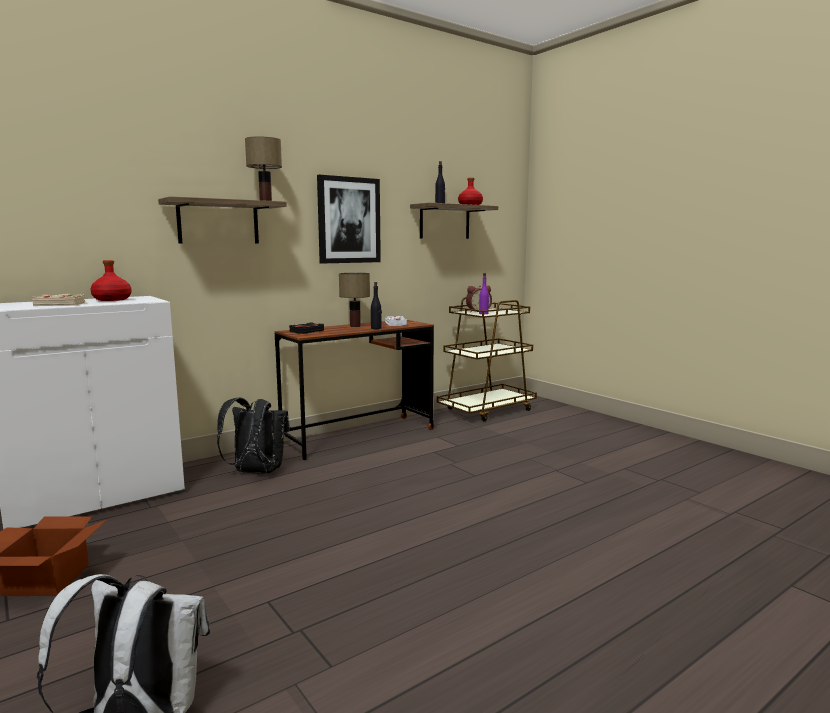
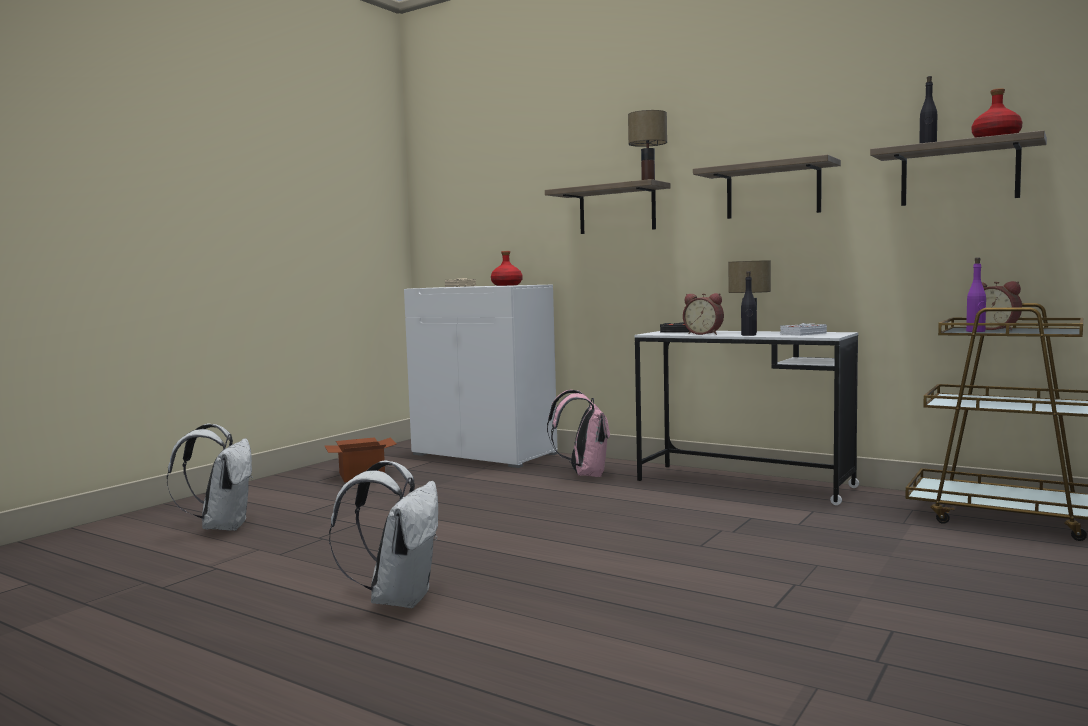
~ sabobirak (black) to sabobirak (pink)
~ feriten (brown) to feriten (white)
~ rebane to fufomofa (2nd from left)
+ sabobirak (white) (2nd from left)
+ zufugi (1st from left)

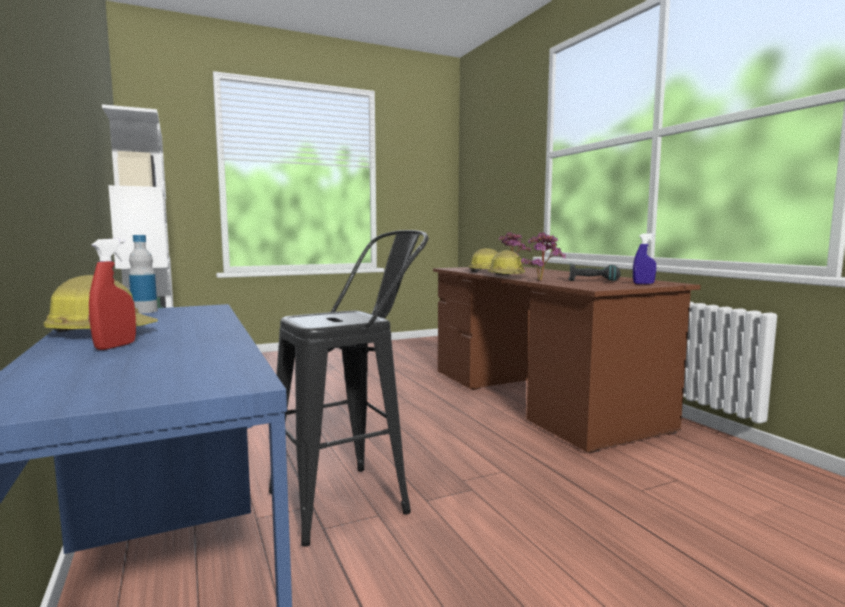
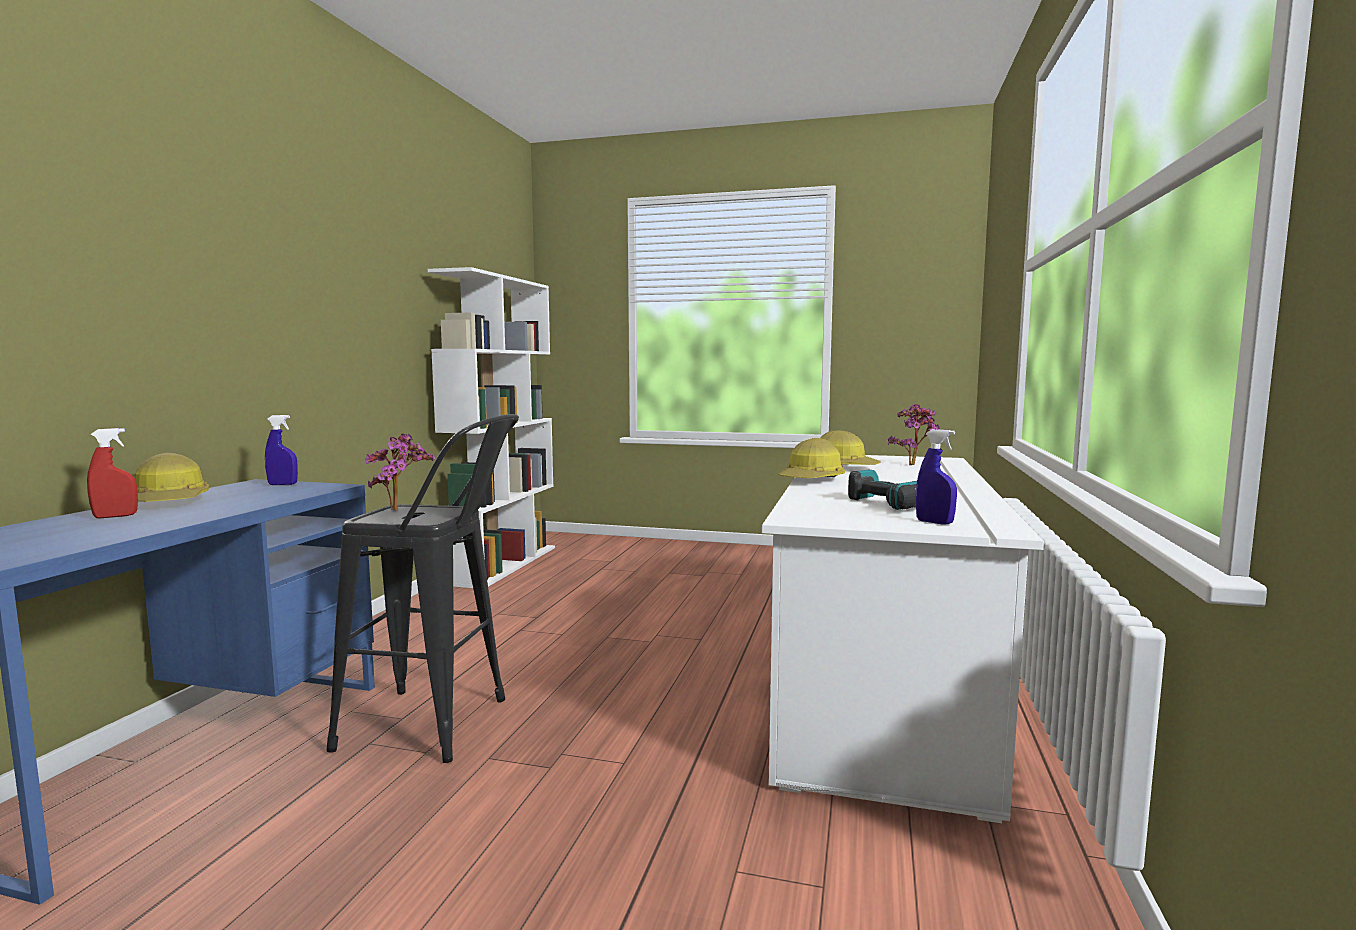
~ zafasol to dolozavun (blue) (1st from left)
~ feriten (brown) to feriten (white)
~ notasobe (2nd from left in the first image) to notasobe (1st from left)

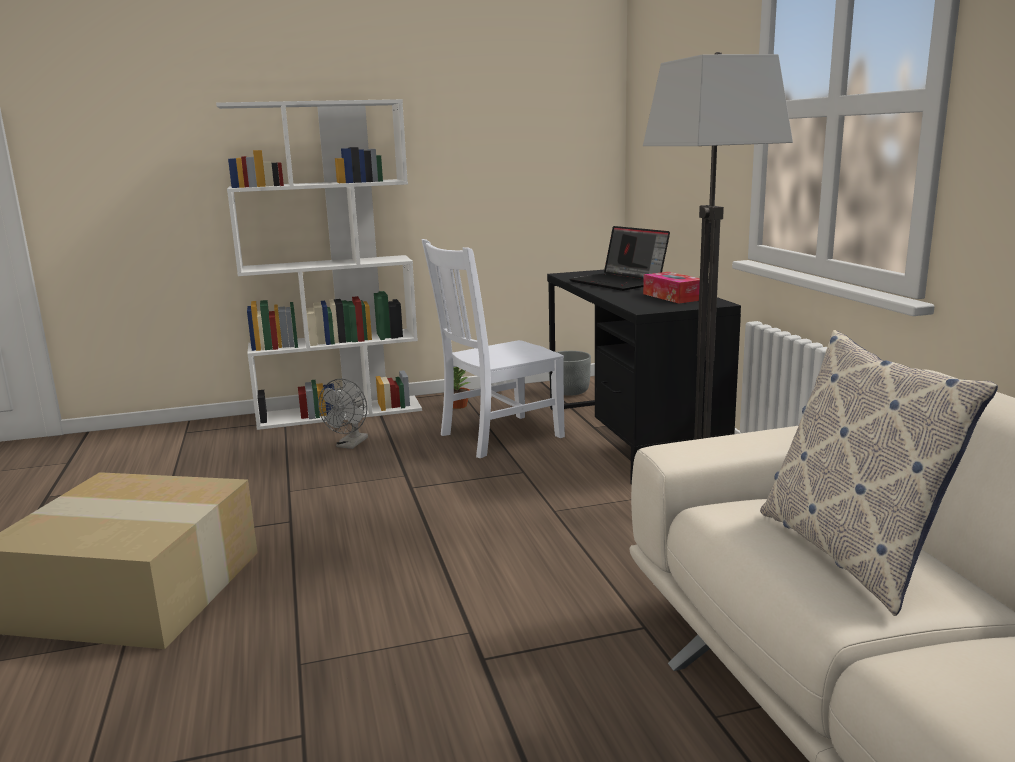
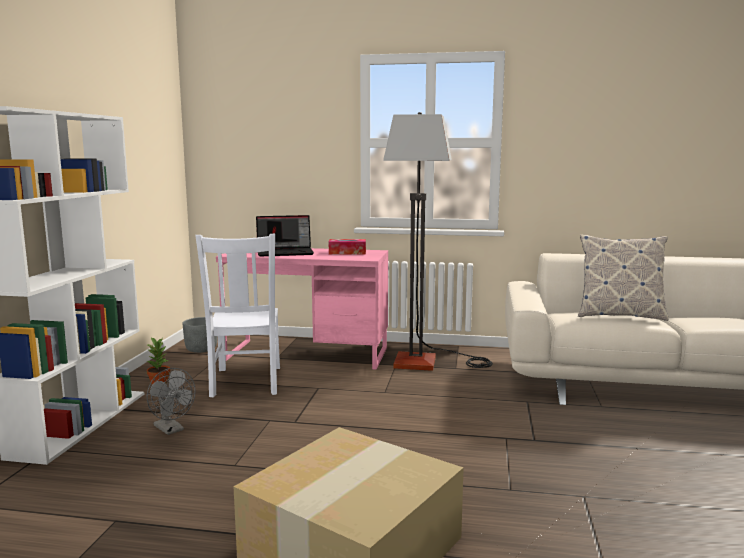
~ feriten (black) to feriten (pink)

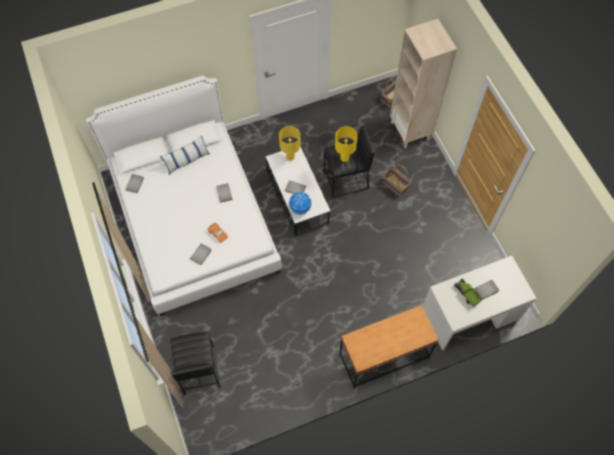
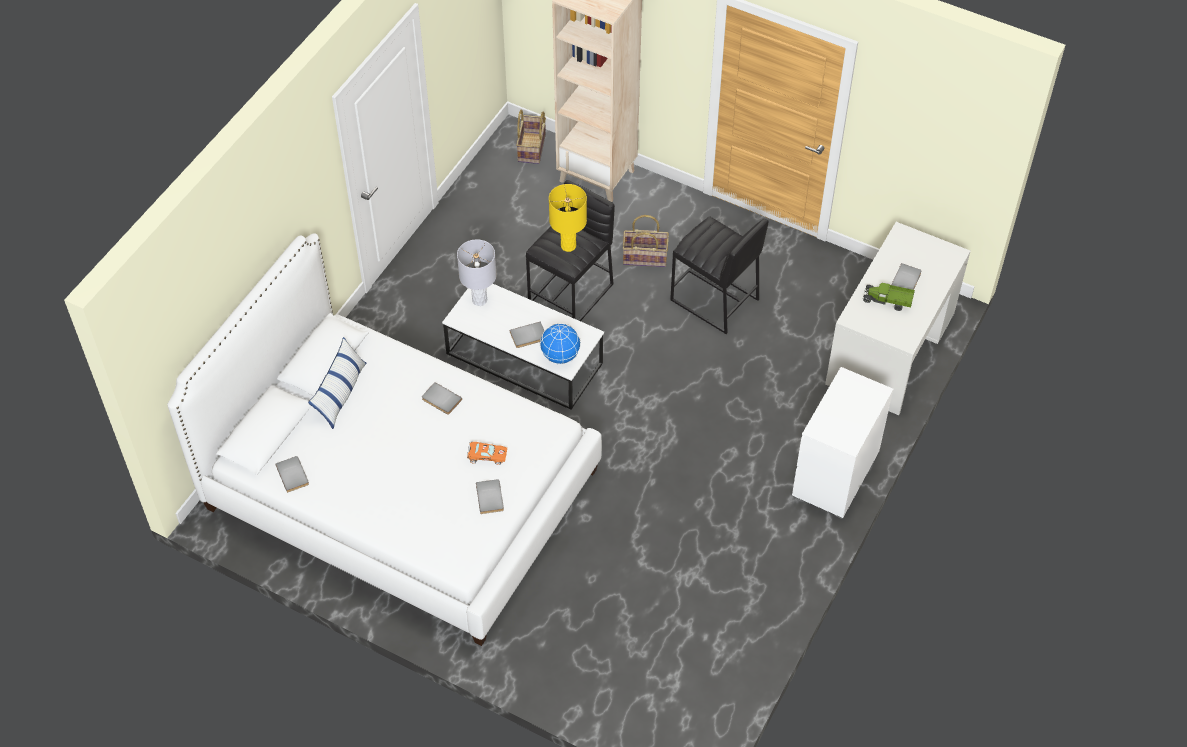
~ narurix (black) (1st from left in the first image) to narurix (black) (2nd from left)
~ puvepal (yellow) (1st from left) to puvepal (grey)
~ feriten (brown) to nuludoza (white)

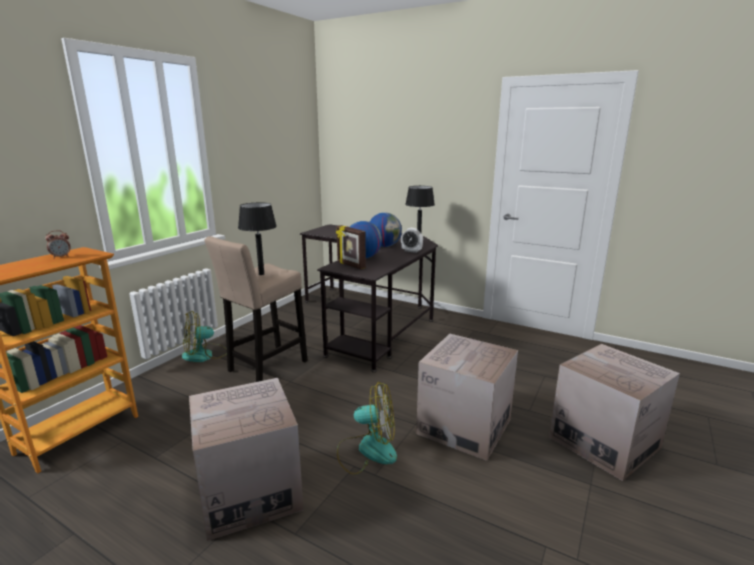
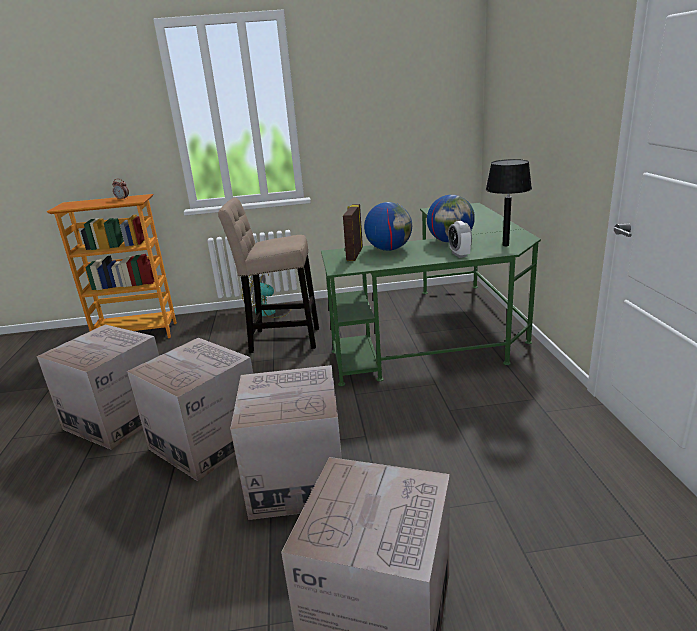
- puvepal (black) (1st from left)
~ feriten (black) to feriten (green)
~ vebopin (2nd from left) to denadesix (2nd from left)

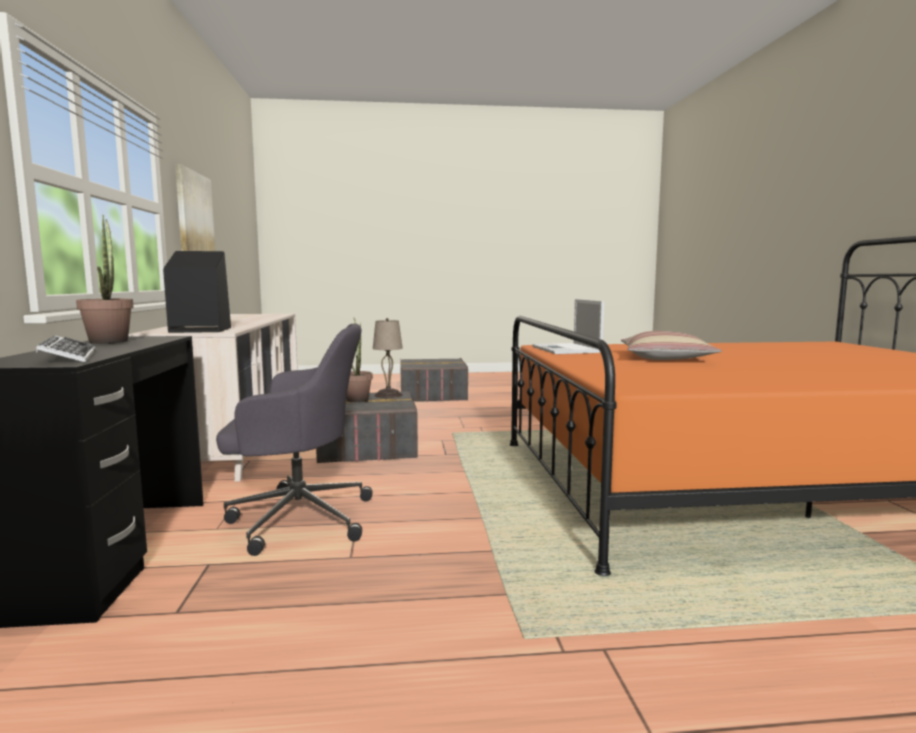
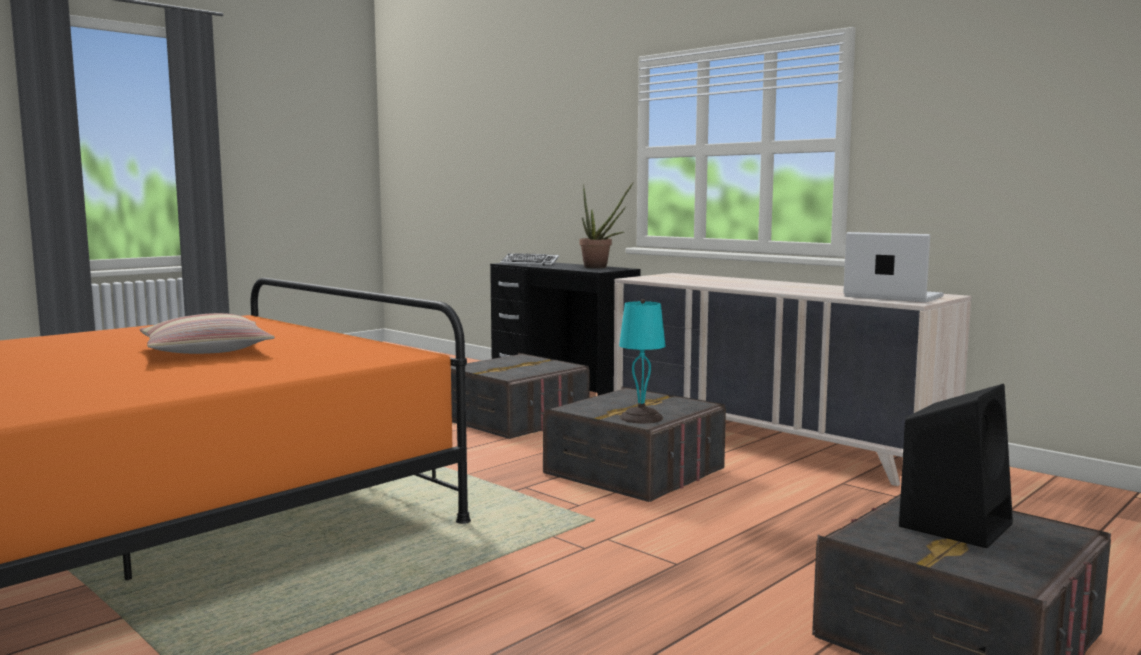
~ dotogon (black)
- rebane
~ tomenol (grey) to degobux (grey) (1st from left)
- notasobe (2nd from left)
~ puvepal (beige) to puvepal (turquoise)
~ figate

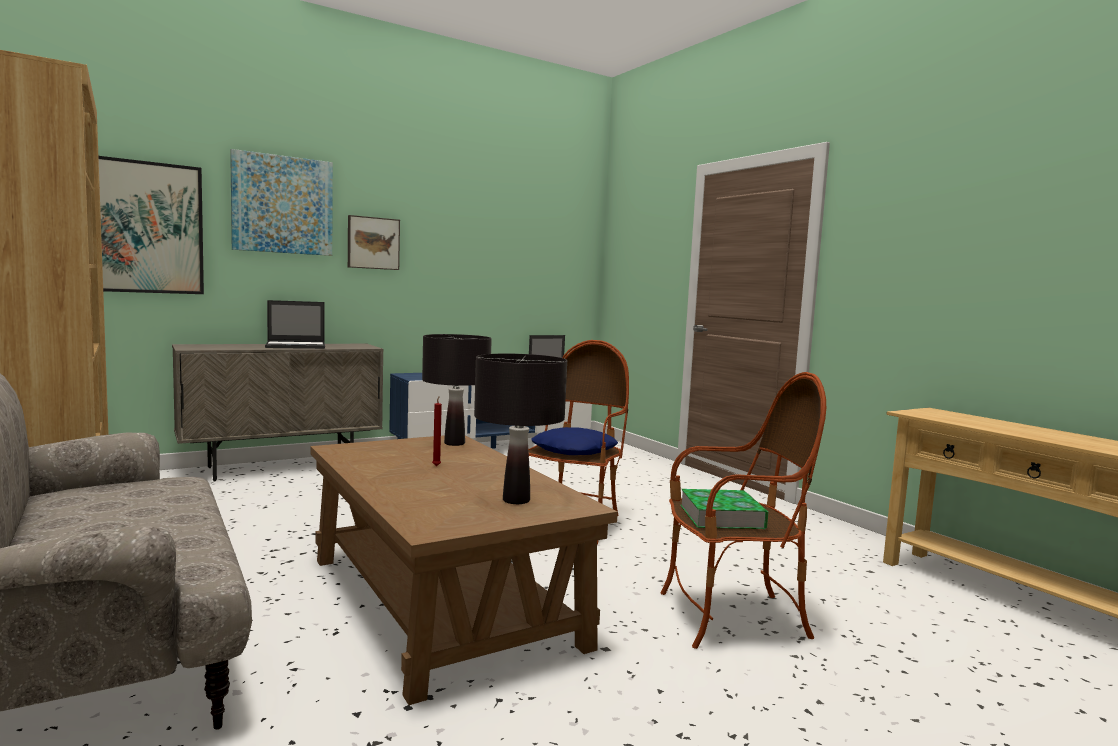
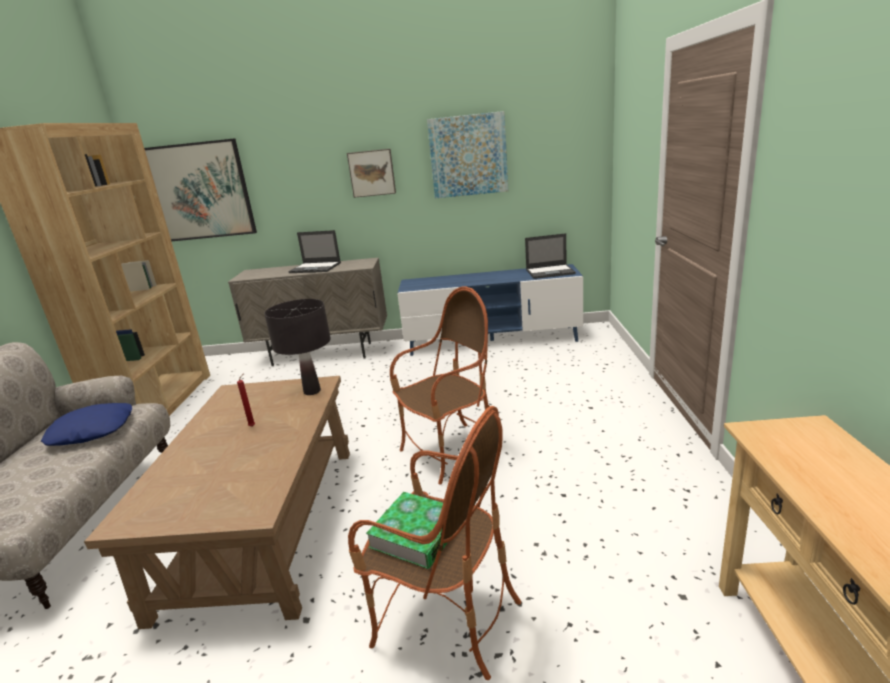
~ rebane (2nd from left in the first image) to rebane (3rd from left)
- puvepal (black) (2nd from left)
~ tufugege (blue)

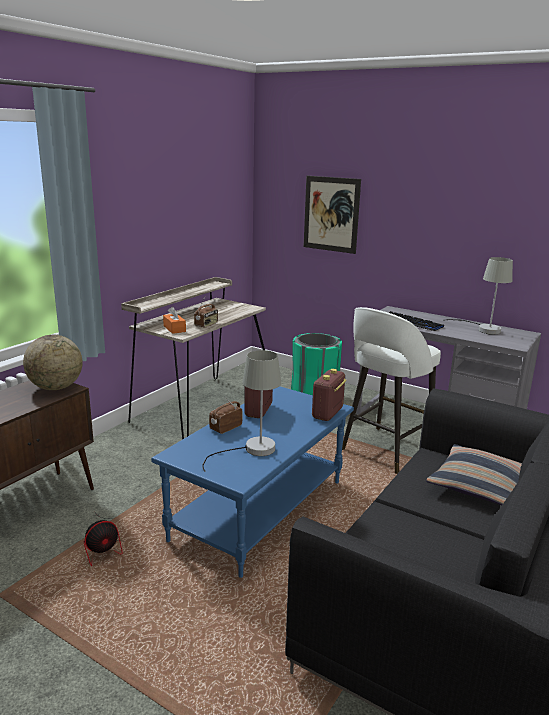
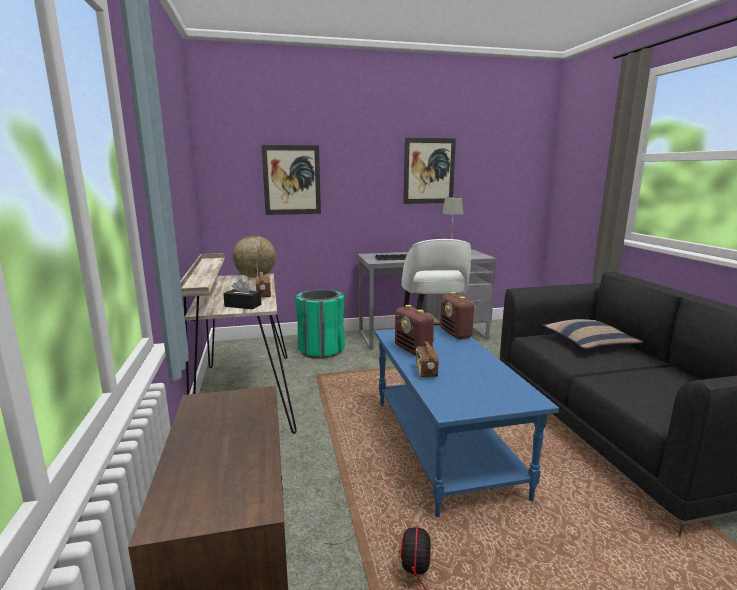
~ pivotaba
~ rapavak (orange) to rapavak (black)
- puvepal (grey) (1st from left)
+ rebane (2nd from left)

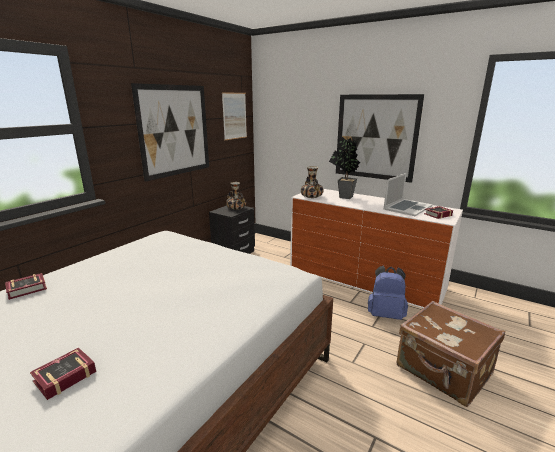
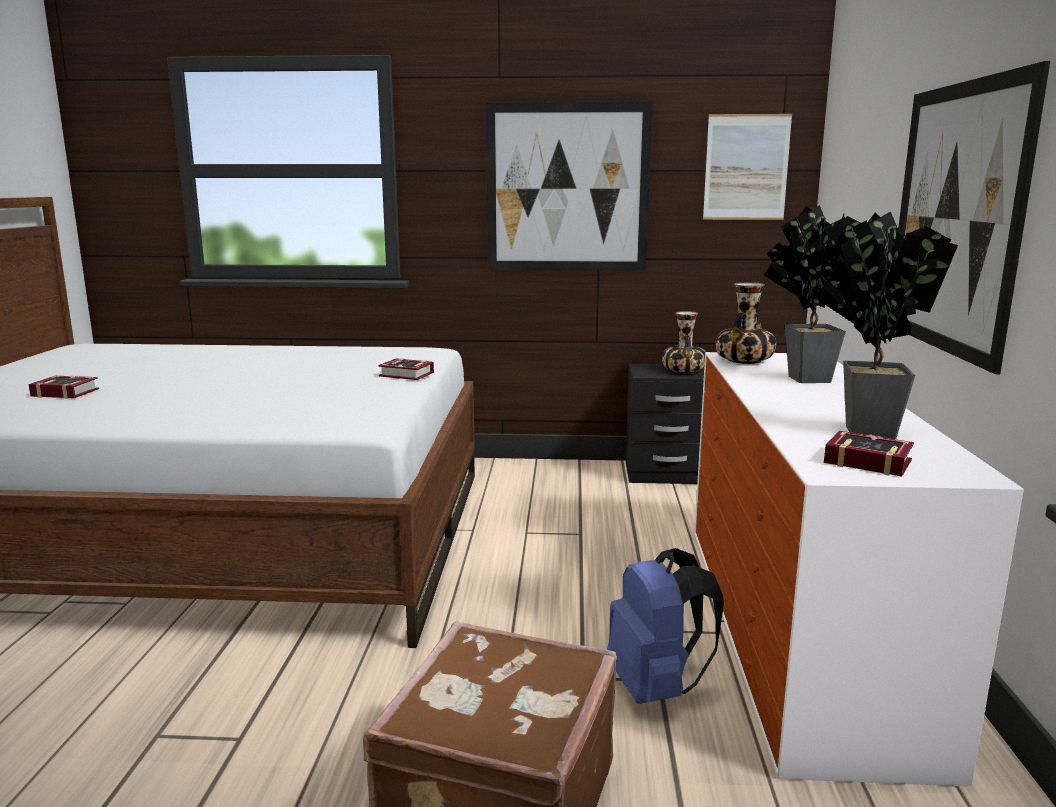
~ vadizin (1st from left in the first image) to vadizin (2nd from left)
~ figate to notasobe (2nd from left)

